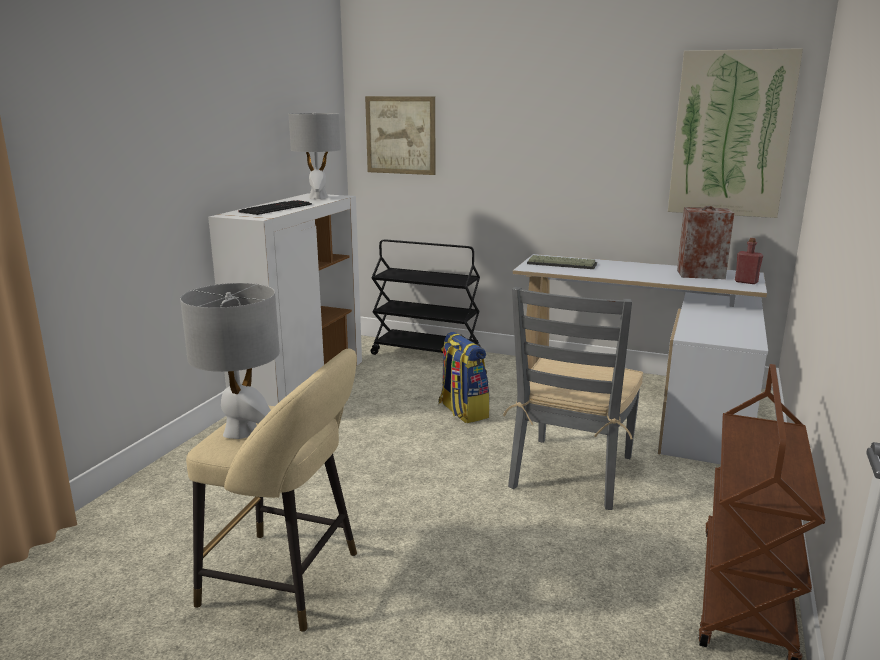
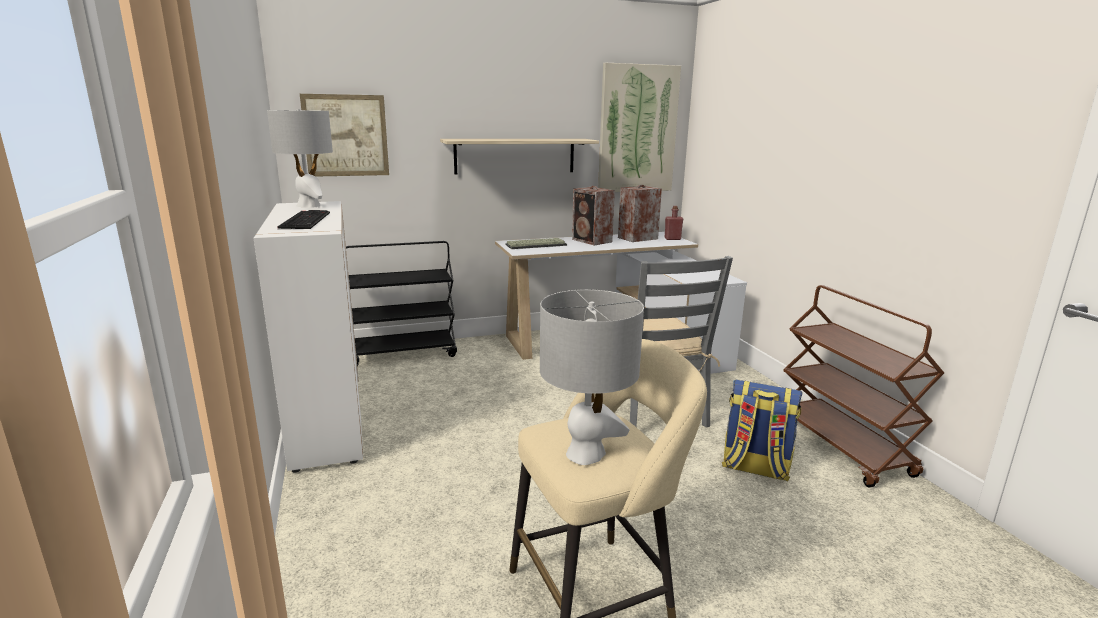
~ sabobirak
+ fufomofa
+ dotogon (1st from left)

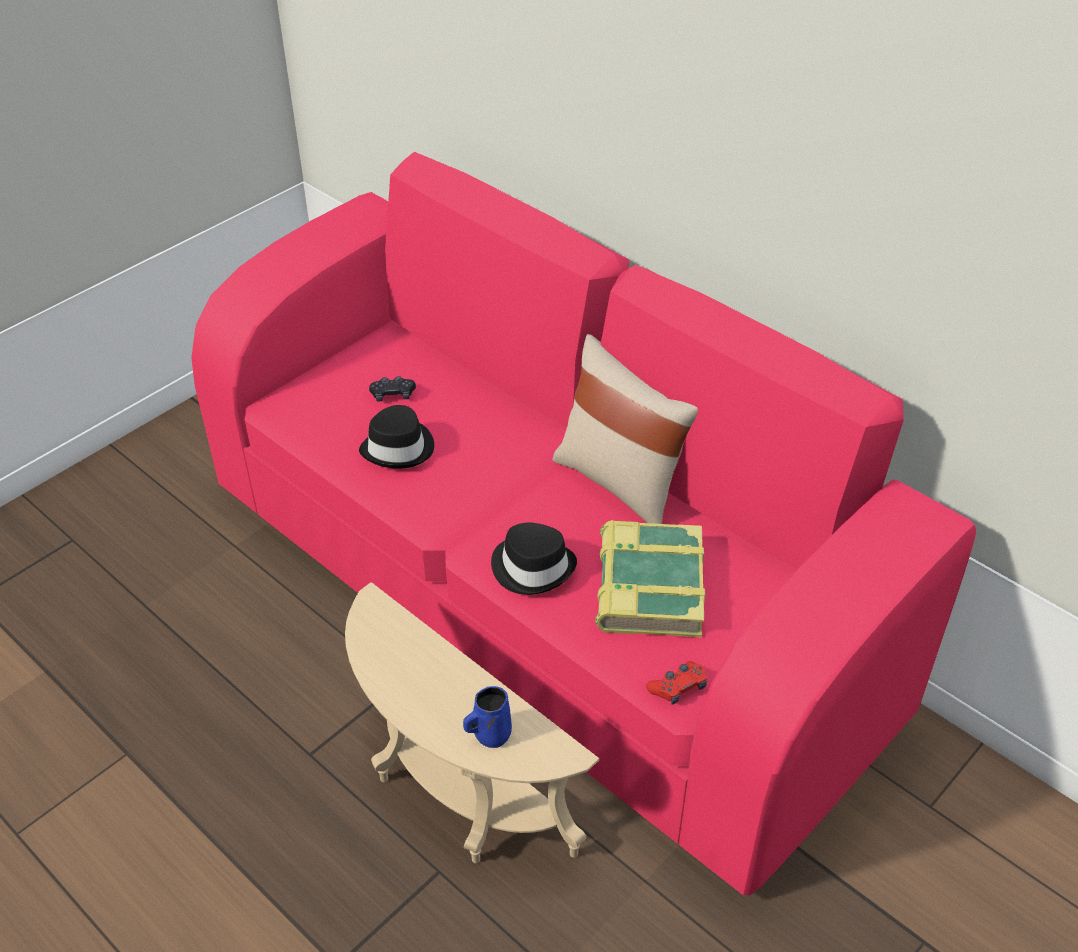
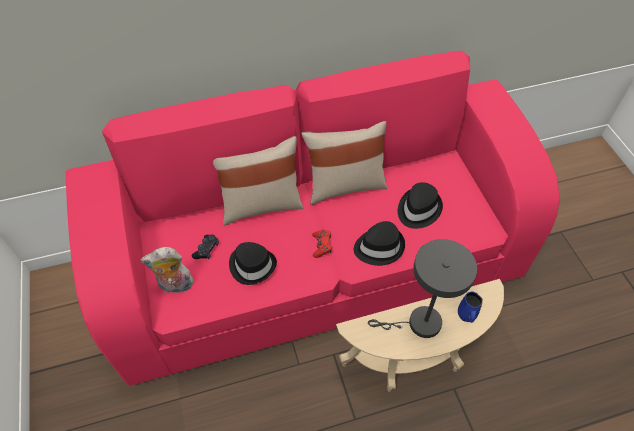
~ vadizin to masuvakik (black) (3rd from left)
~ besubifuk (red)
+ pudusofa
+ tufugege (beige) (1st from left)
+ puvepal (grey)

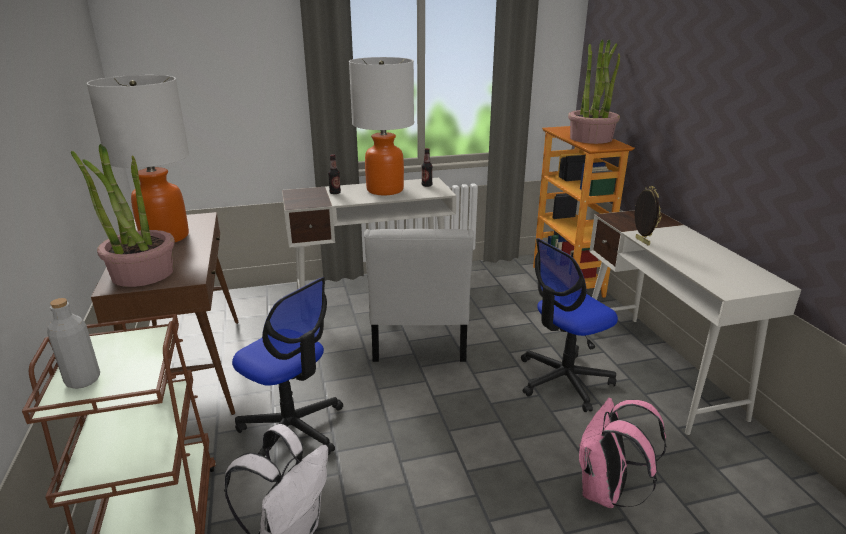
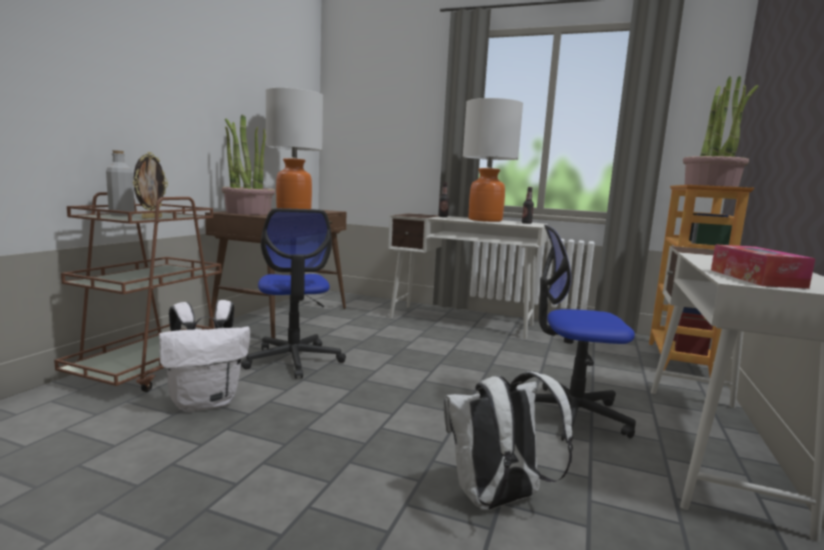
- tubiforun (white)
~ sabobirak (pink) to sabobirak (white) (2nd from left)
~ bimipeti
+ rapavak

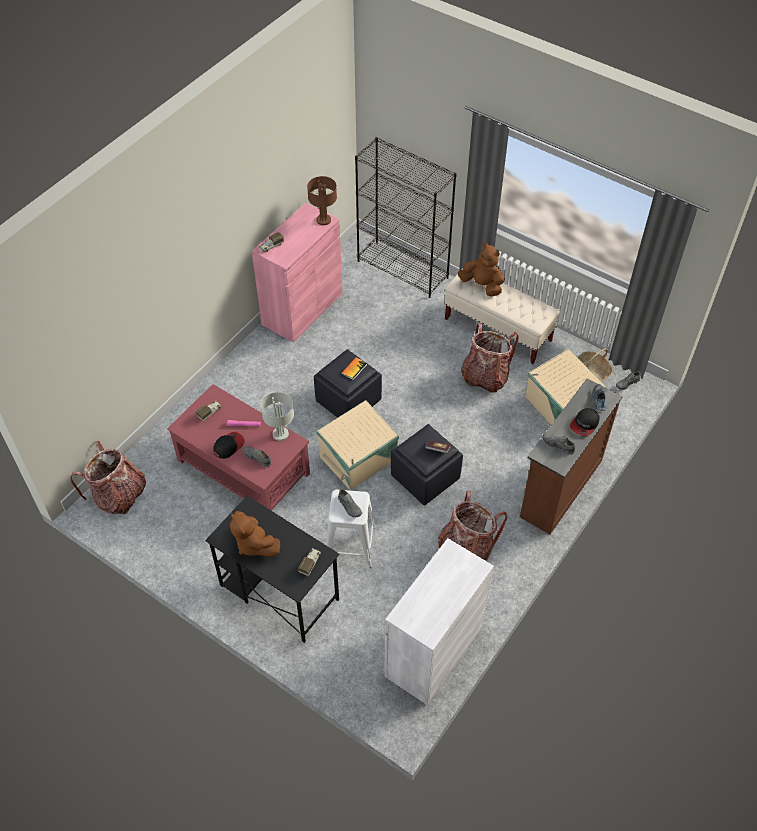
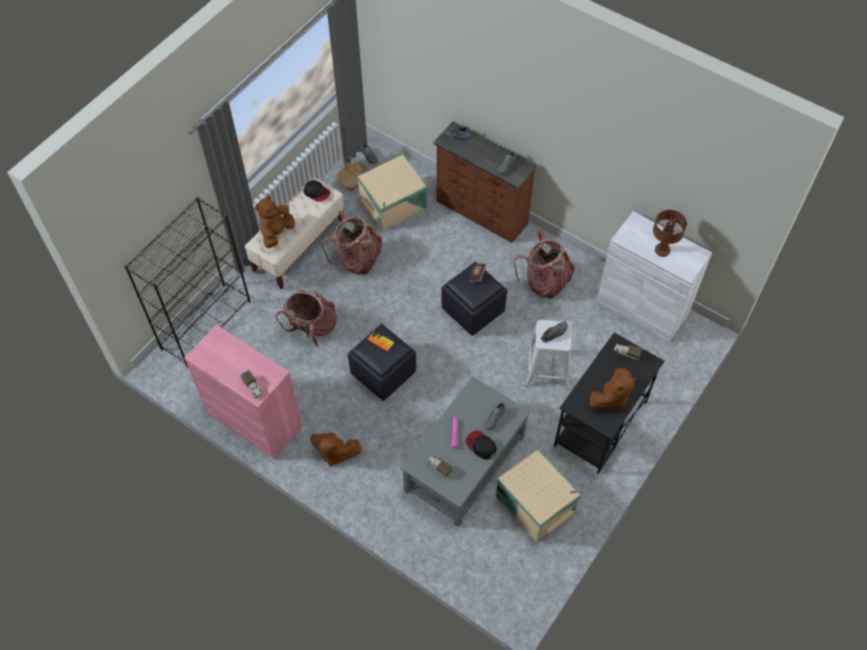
~ sabobirak (1st from left)
~ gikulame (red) to gikulame (grey)
- puvepal (grey)
~ puvepal (brown)
~ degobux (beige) (1st from left in the first image) to degobux (beige) (2nd from left)
~ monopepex (2nd from left in the first image) to monopepex (1st from left)
+ pudusofa (brown) (2nd from left)

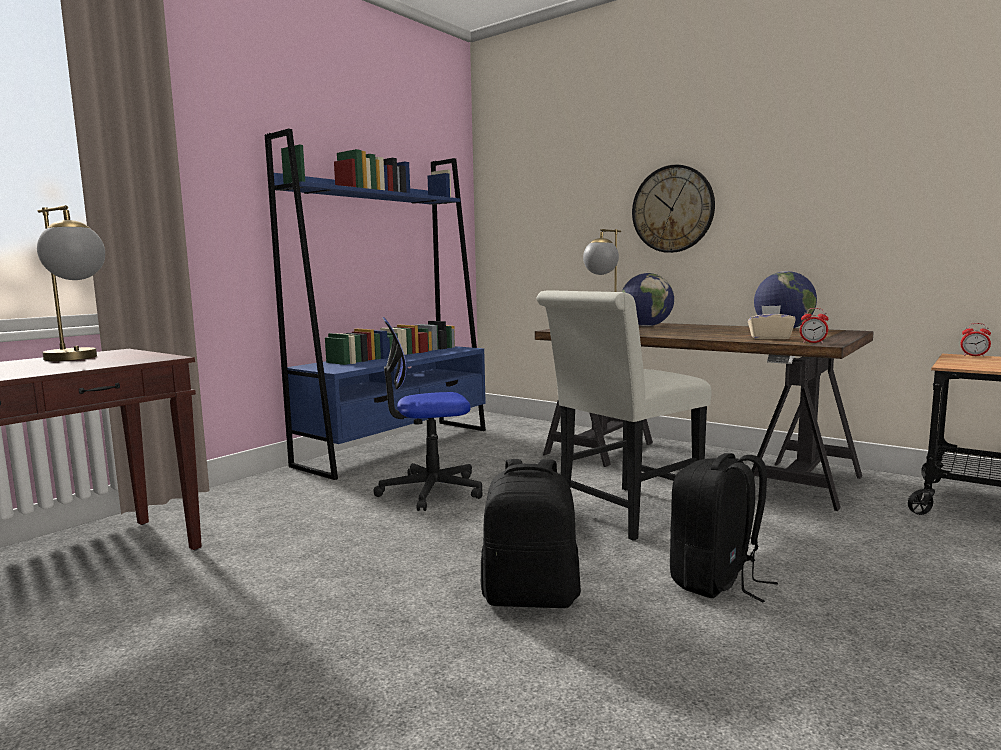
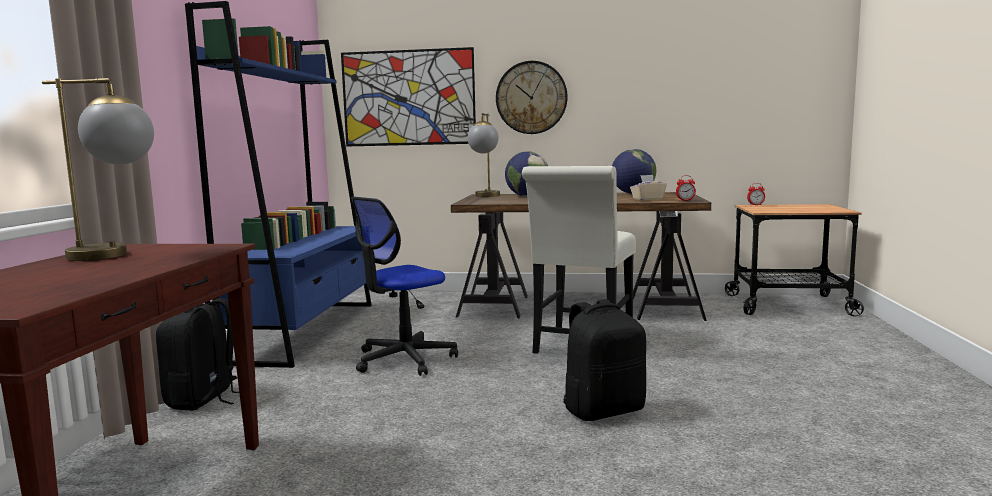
~ sabobirak (black) (2nd from left in the first image) to sabobirak (black) (1st from left)
+ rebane

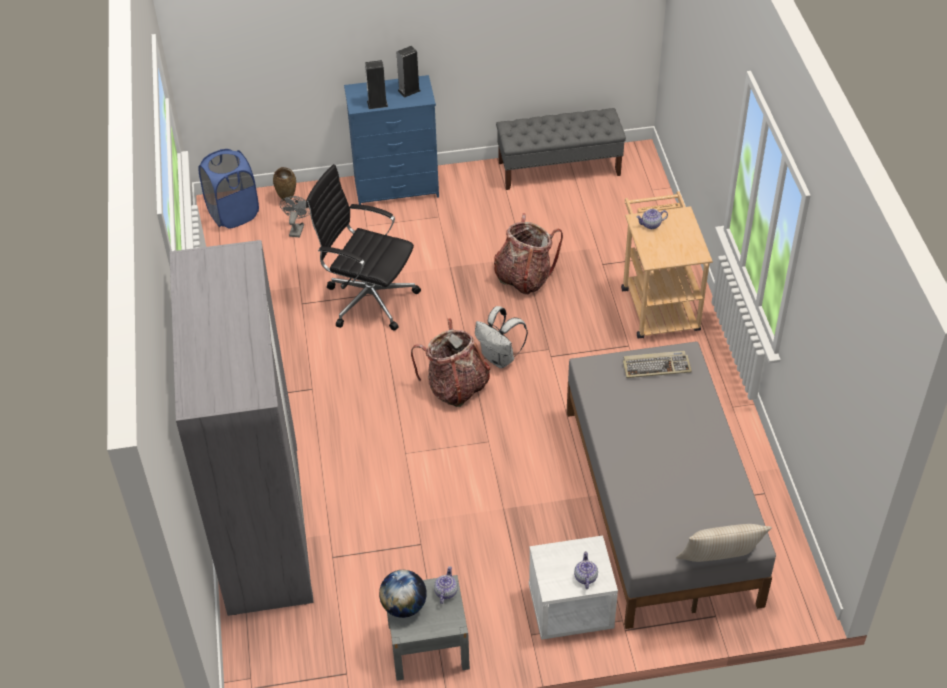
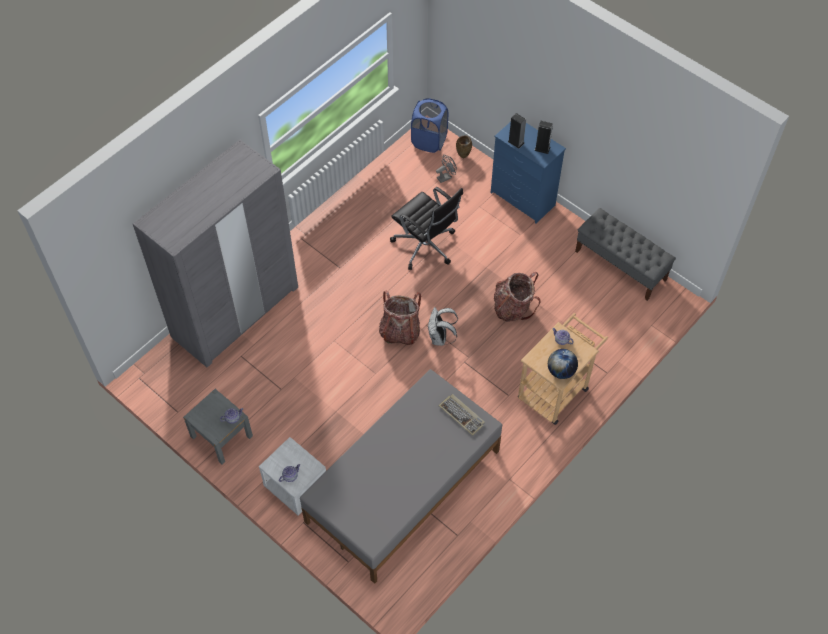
~ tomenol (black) 150 degrees clockwise
~ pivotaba
- tufugege (beige)

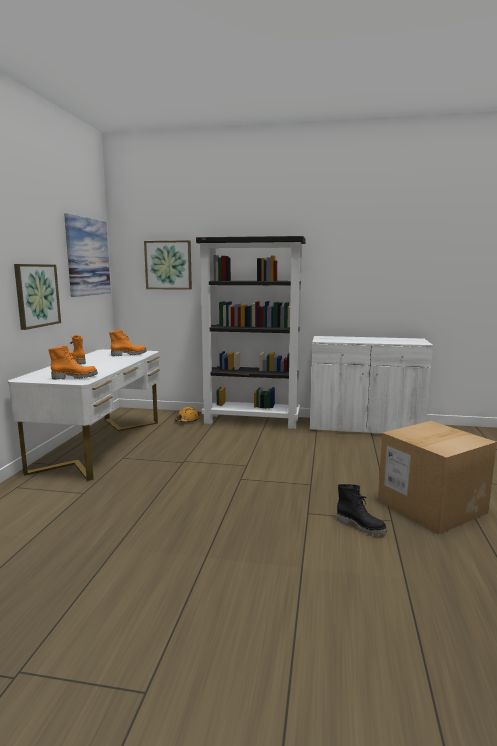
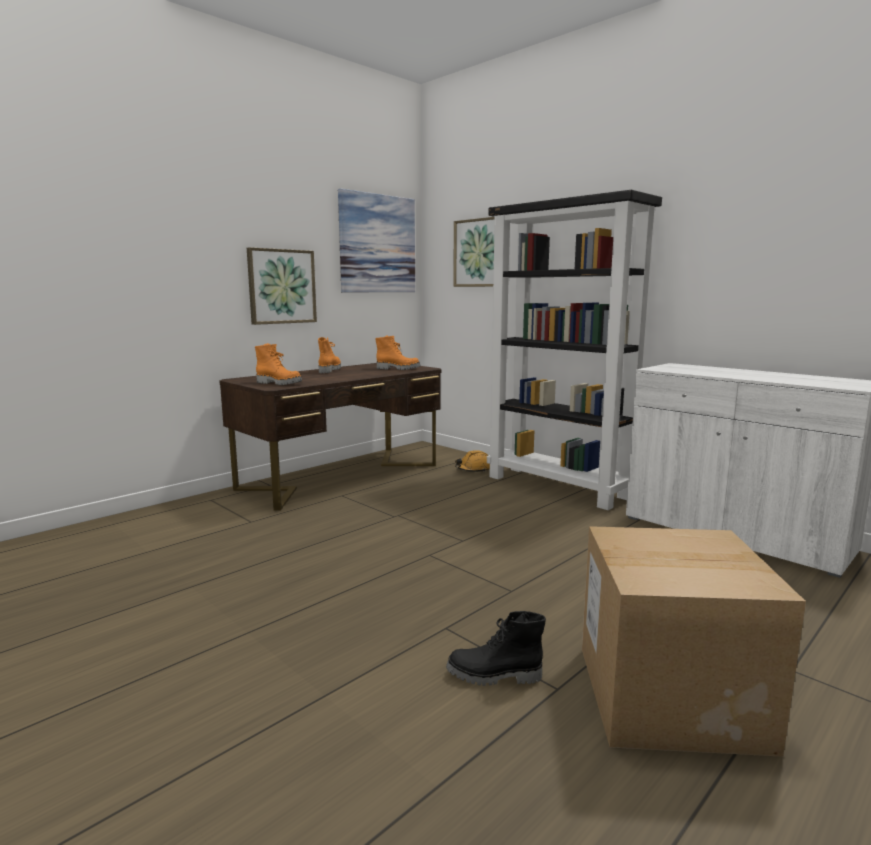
~ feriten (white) to feriten (brown)
~ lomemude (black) 105 degrees clockwise

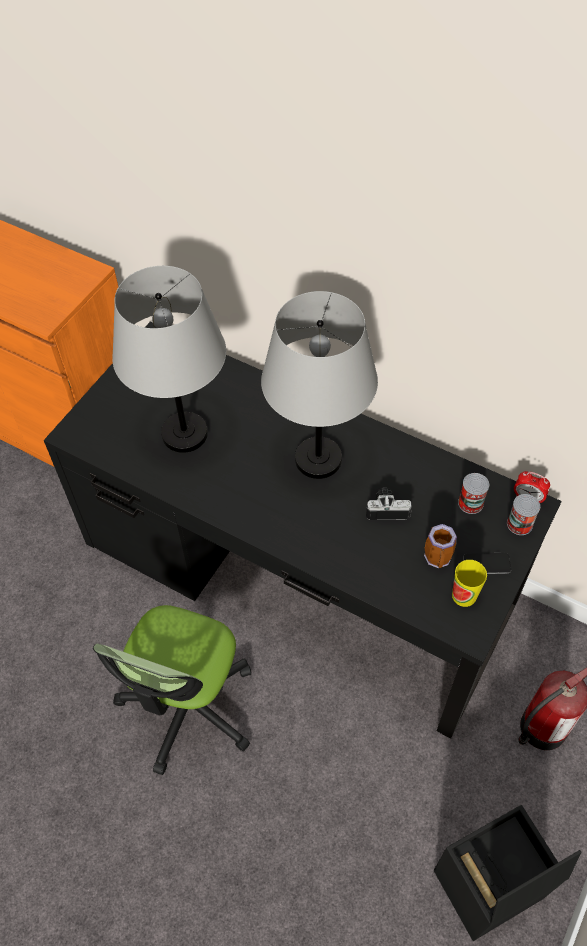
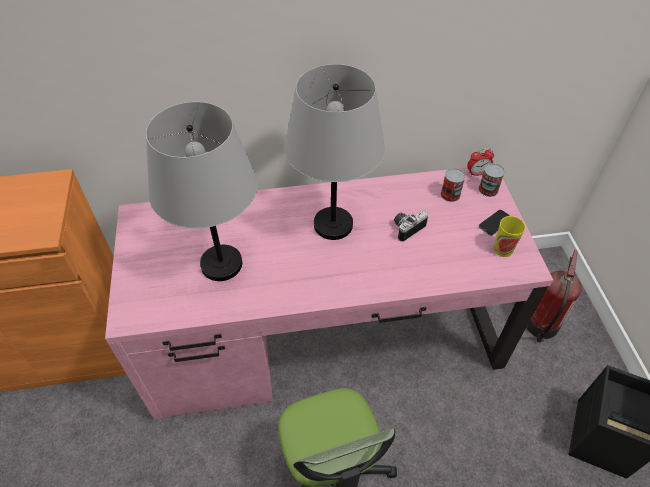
~ feriten (black) to feriten (pink)
- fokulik

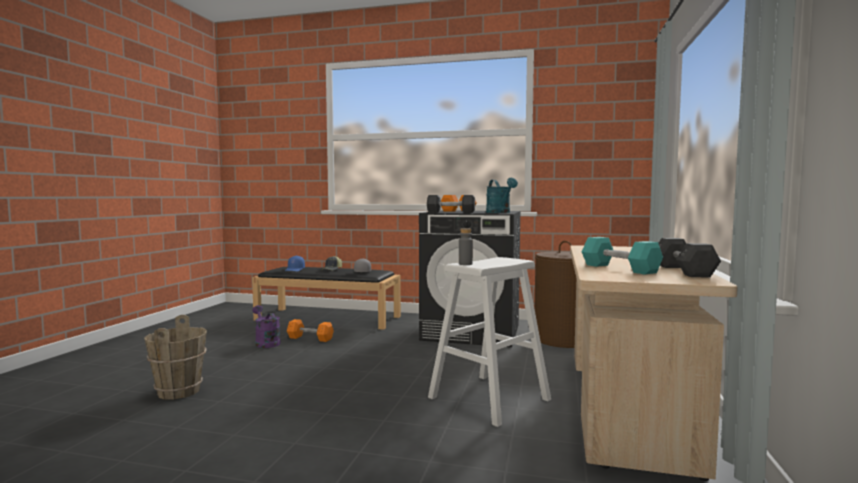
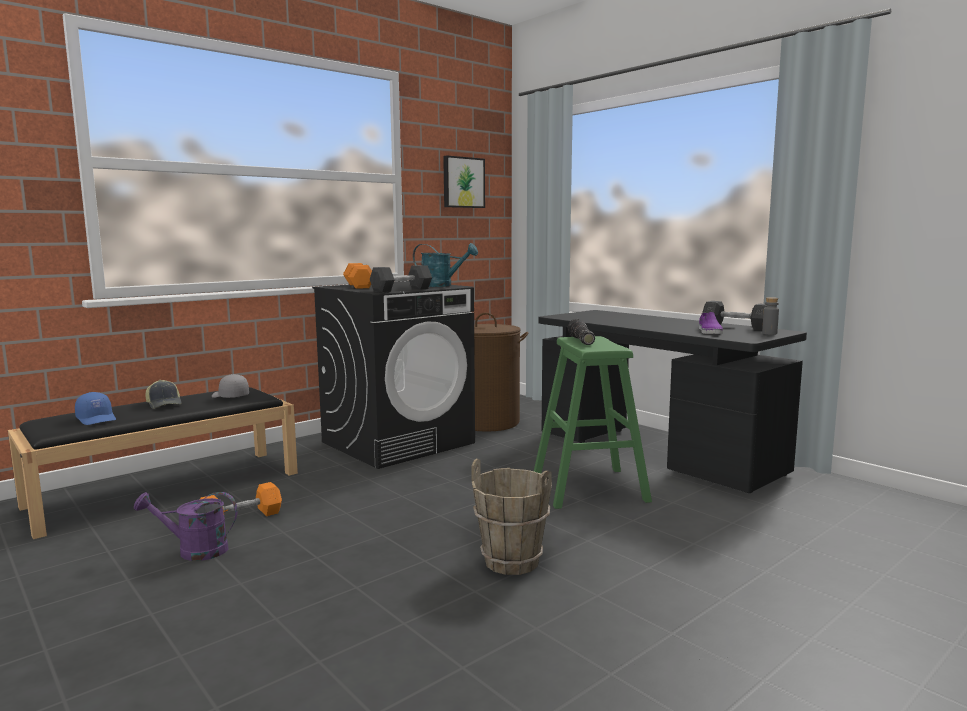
~ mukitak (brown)
~ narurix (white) to narurix (green)
~ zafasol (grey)
~ feriten (beige) to feriten (black)
~ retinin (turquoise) to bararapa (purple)
+ rebane
+ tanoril

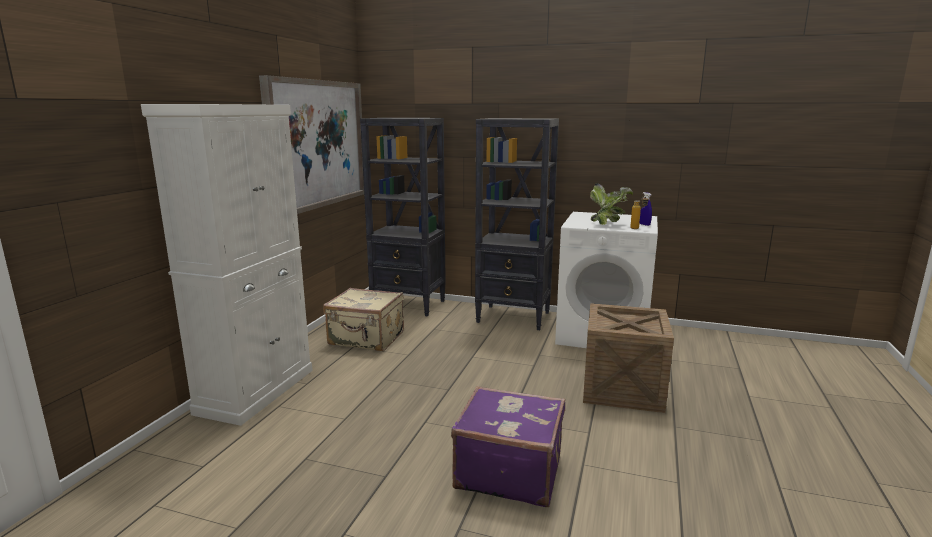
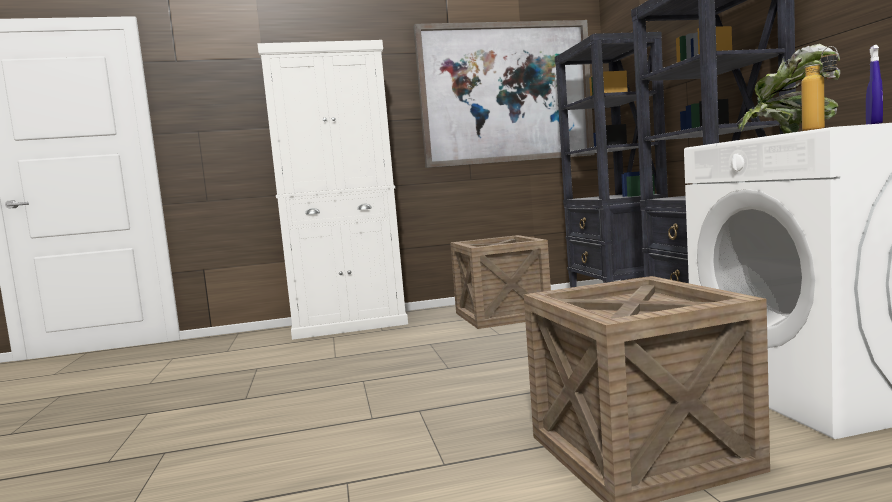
~ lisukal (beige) to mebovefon (1st from left)
- lisukal (purple)

